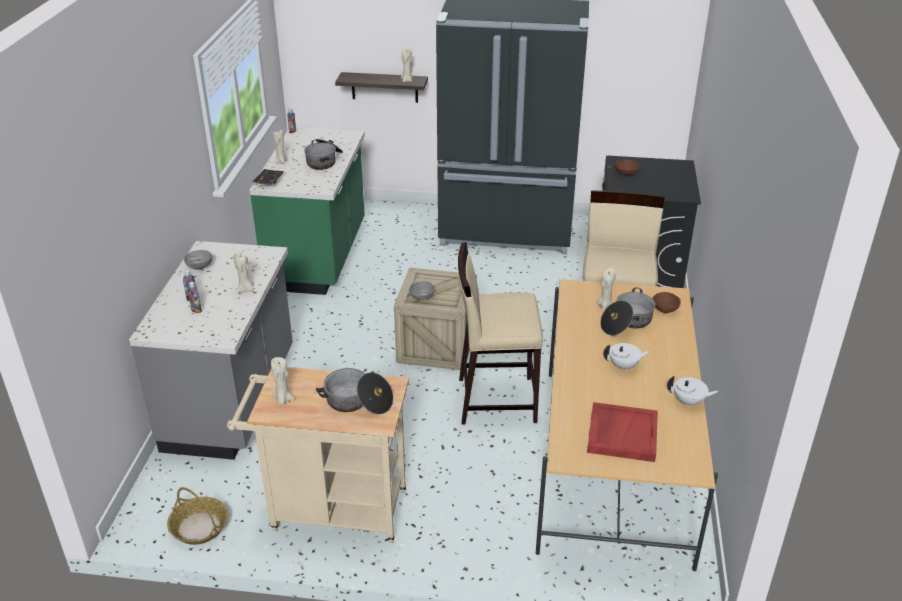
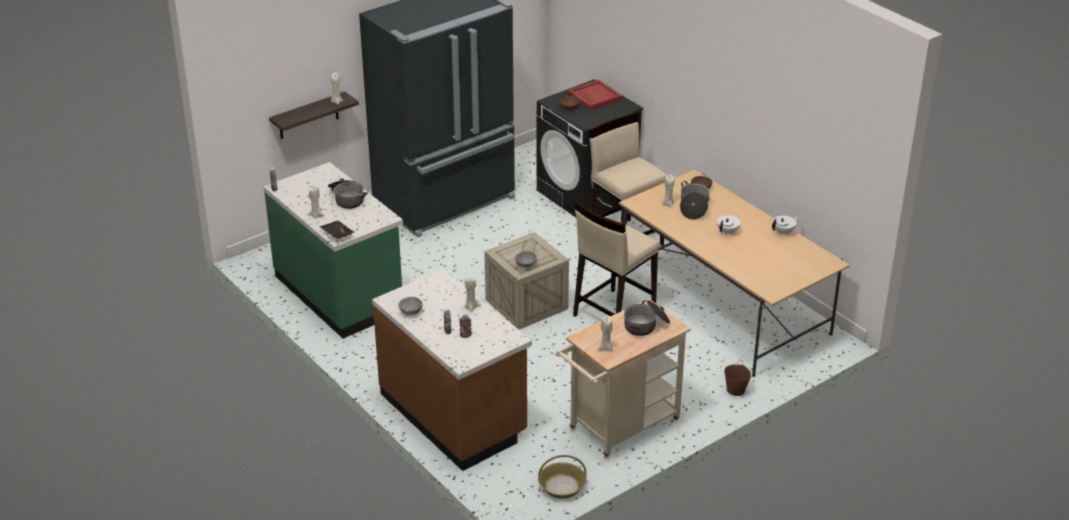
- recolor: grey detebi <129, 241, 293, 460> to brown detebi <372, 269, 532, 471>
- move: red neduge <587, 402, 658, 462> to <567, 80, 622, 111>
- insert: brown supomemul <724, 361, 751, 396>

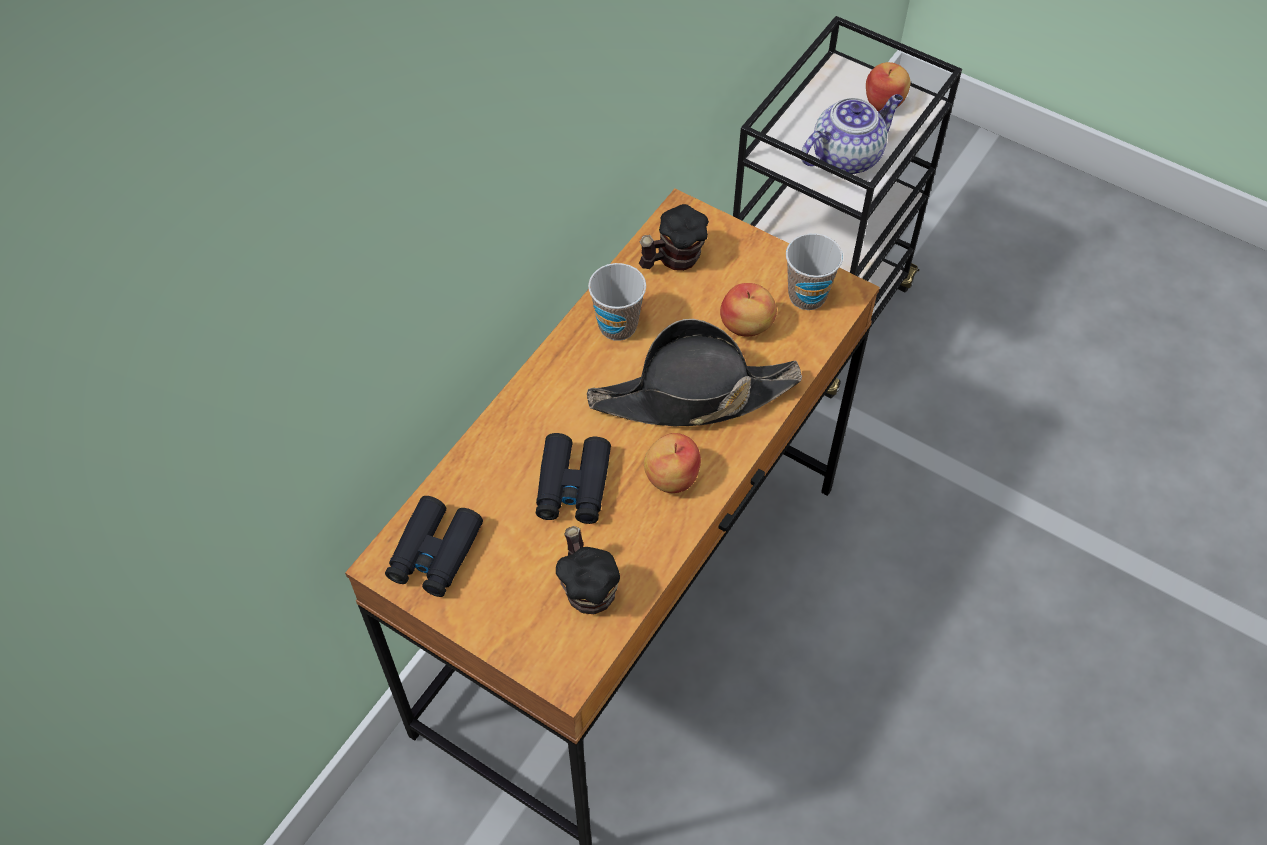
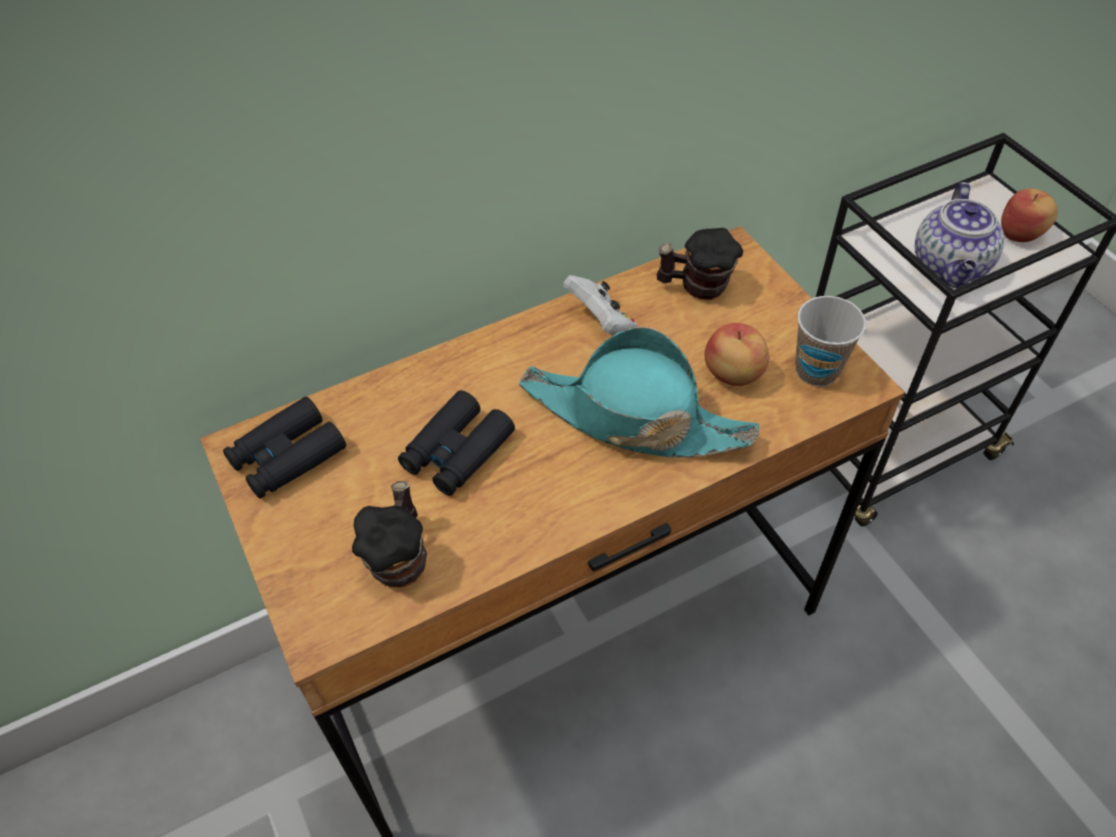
- rotate: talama <801, 94, 903, 174> = <915, 182, 1004, 288> 105 degrees clockwise
- replace: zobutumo <588, 263, 646, 340> to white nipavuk <563, 275, 637, 336>
- recolor: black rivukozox <587, 319, 802, 427> to turquoise rivukozox <519, 327, 760, 458>
- delete: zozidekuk <644, 433, 701, 493>

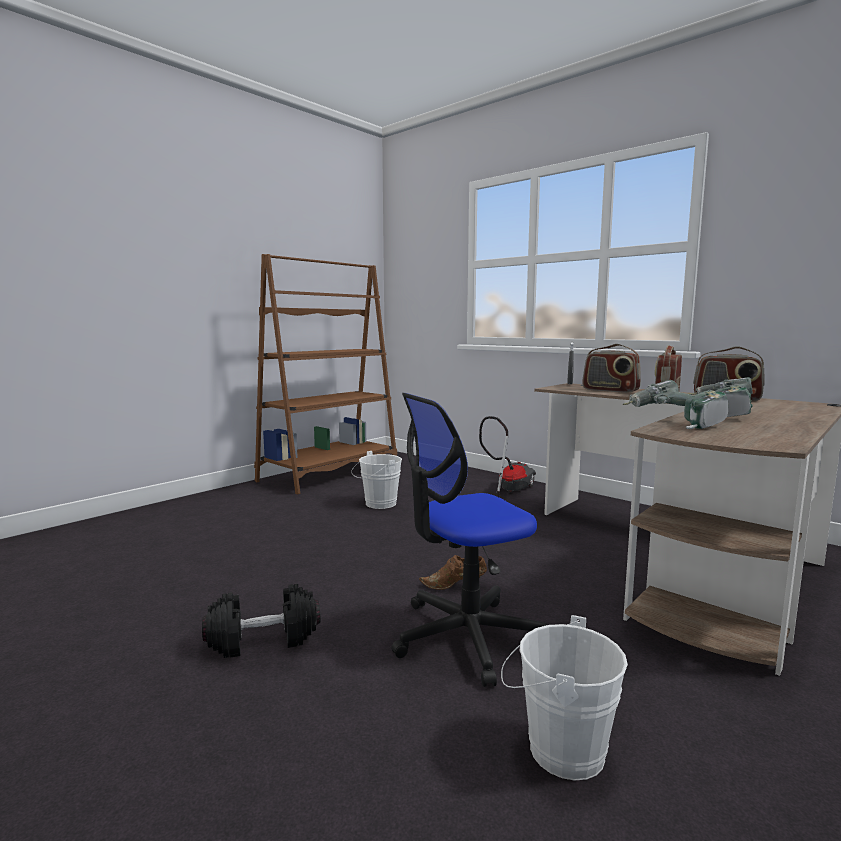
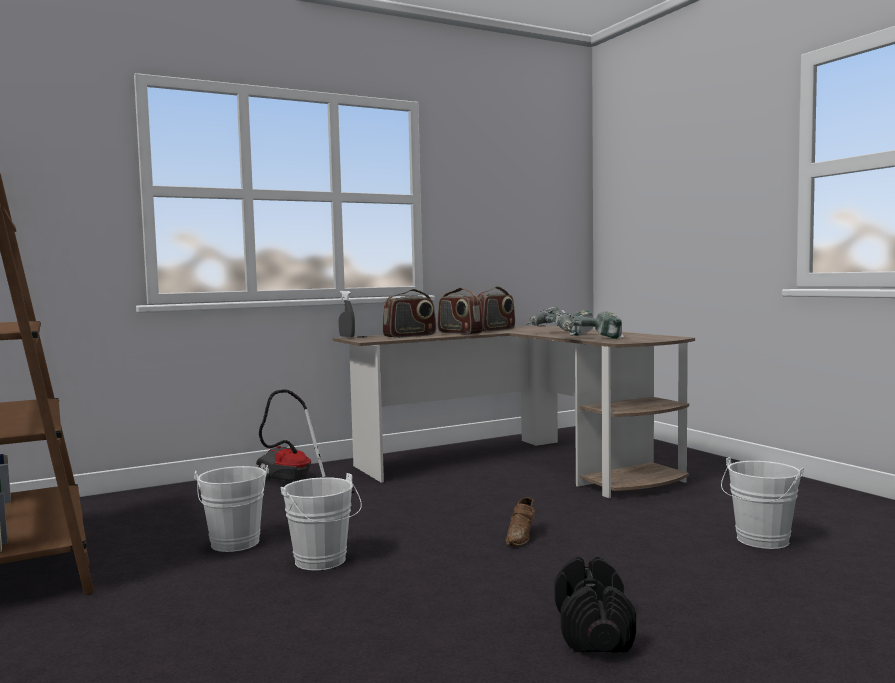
- delete: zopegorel <391, 393, 547, 687>
- insert: white supomemul <281, 473, 362, 571>

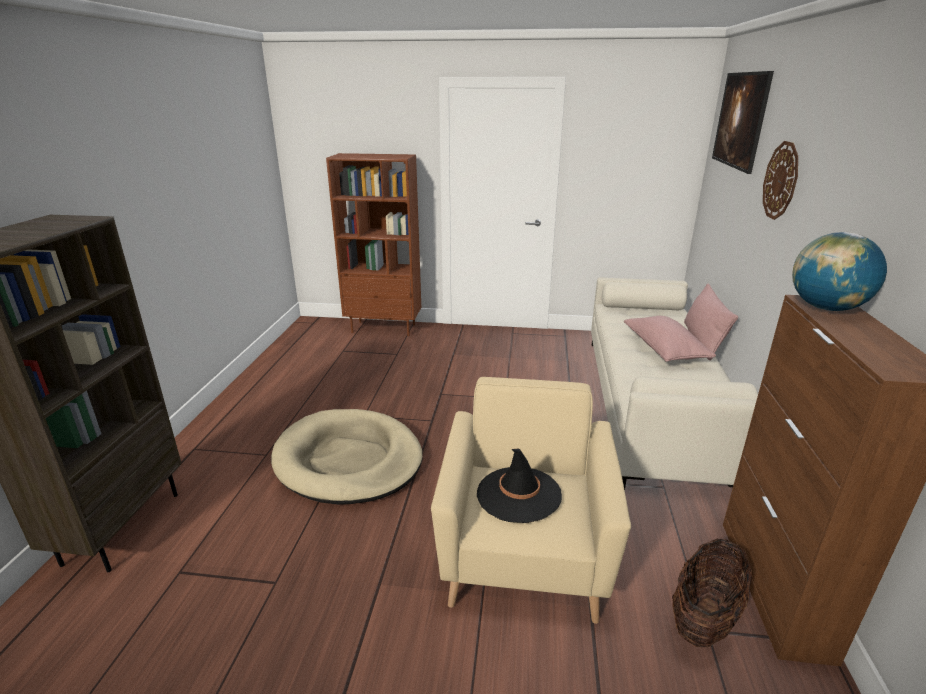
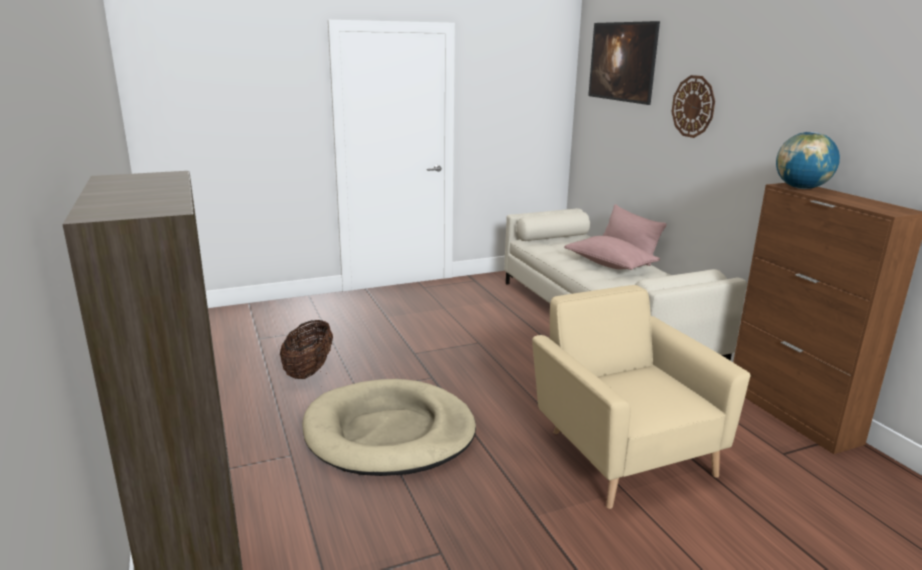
- delete: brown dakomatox <326, 153, 421, 336>
- delete: black rivukozox <477, 448, 562, 523>
- move: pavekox <672, 538, 753, 647> to <280, 320, 333, 379>

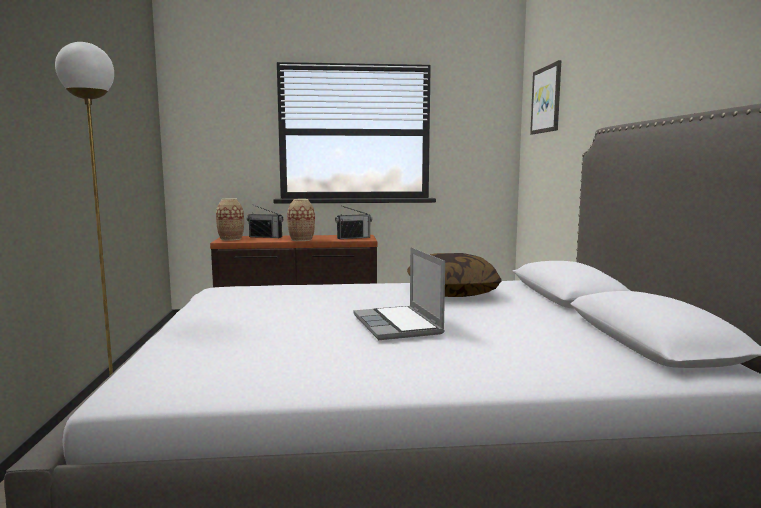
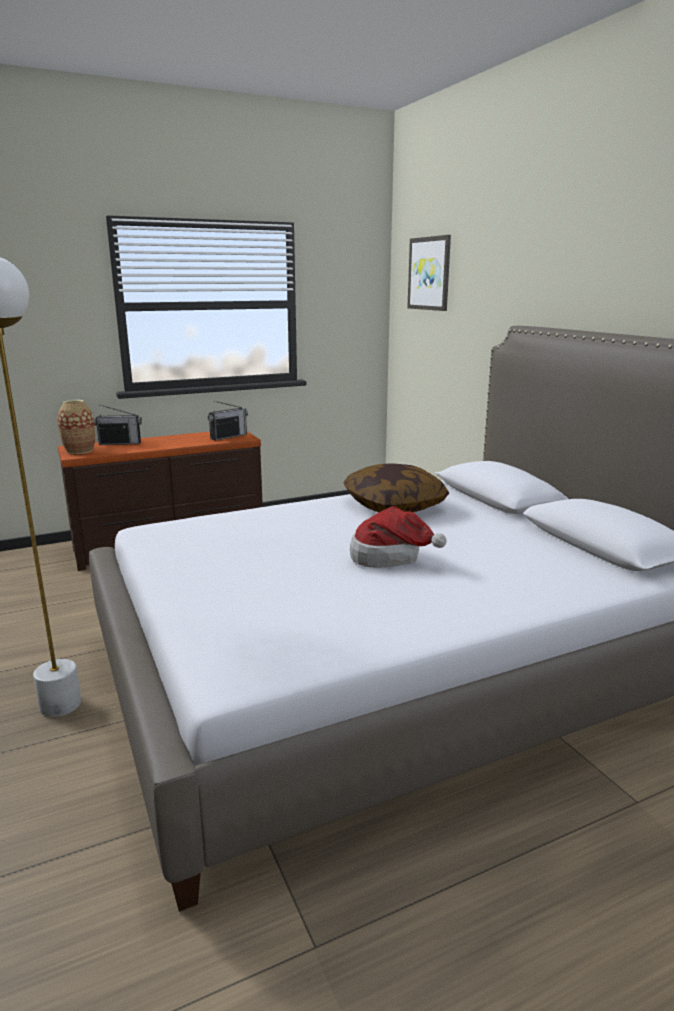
- delete: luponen <287, 199, 315, 241>
- replace: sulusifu <353, 247, 445, 340> to rivukozox <350, 506, 447, 568>

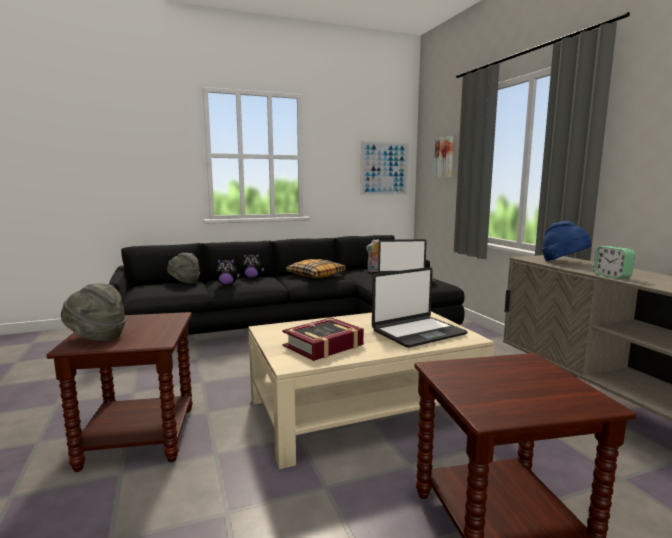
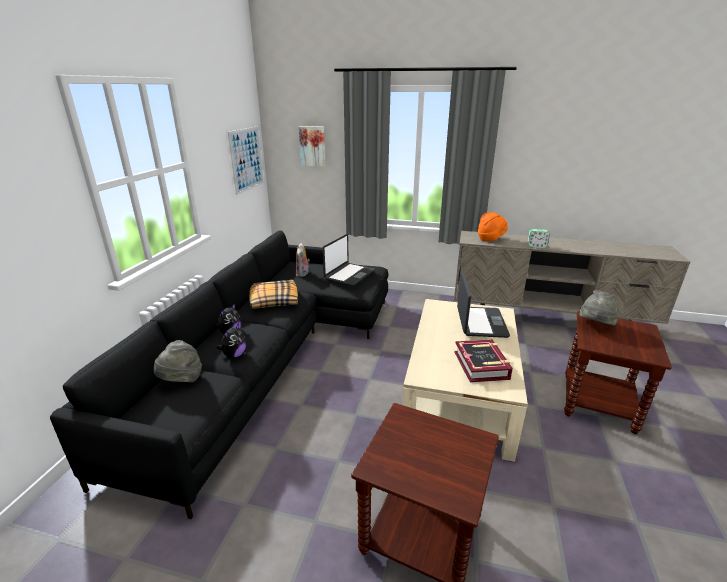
- recolor: blue rivukozox <542, 221, 591, 261> to orange rivukozox <478, 212, 508, 241>
- move: grey rivukozox <61, 283, 126, 341> to <580, 290, 619, 326>

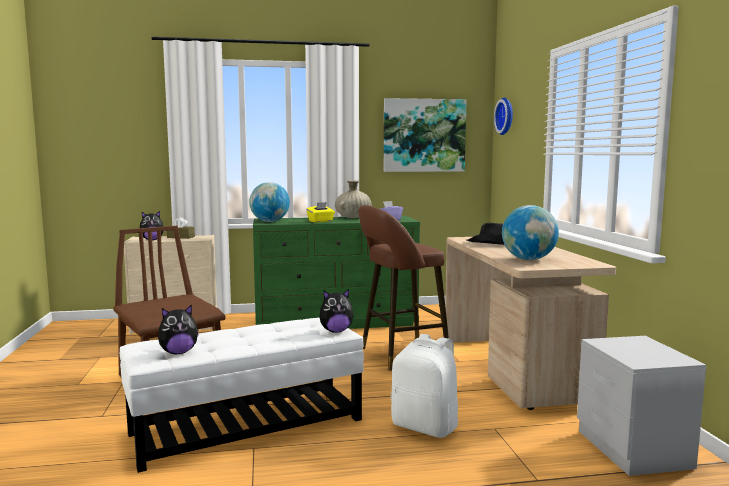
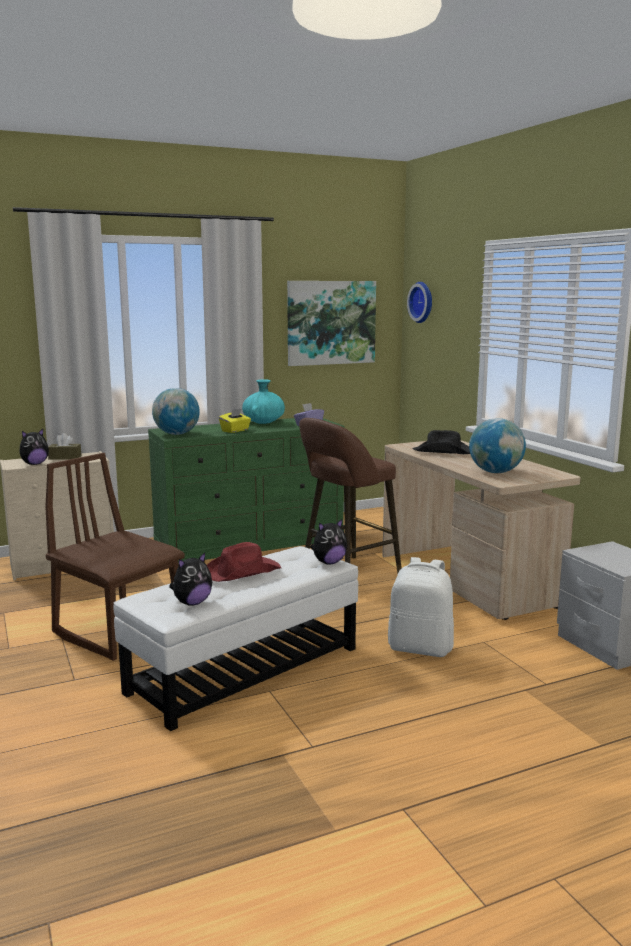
- recolor: beige luponen <335, 180, 372, 218> to turquoise luponen <242, 379, 285, 424>
- insert: red rivukozox <207, 542, 281, 582>

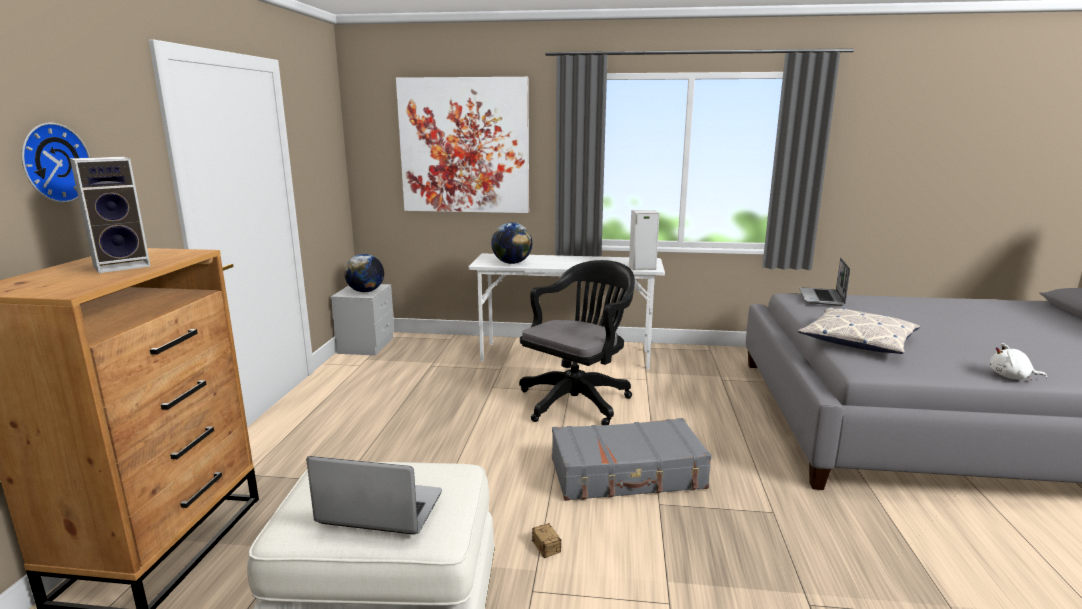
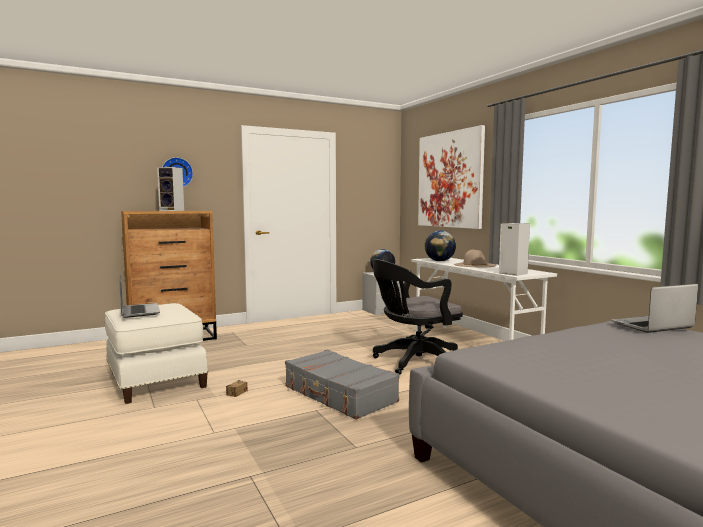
- rotate: black zopegorel <519, 260, 635, 425> = <372, 259, 463, 375> 150 degrees clockwise
- delete: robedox <798, 307, 921, 354>
- delete: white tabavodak <990, 343, 1047, 380>
- insert: beige rivukozox <454, 250, 497, 268>

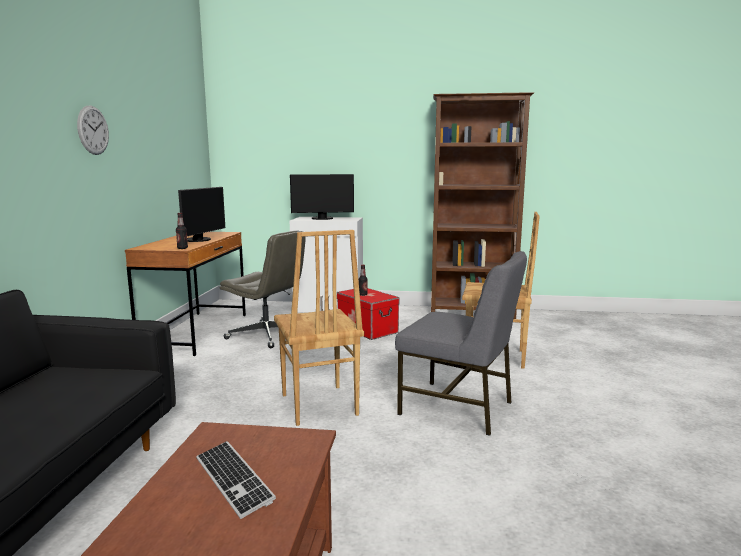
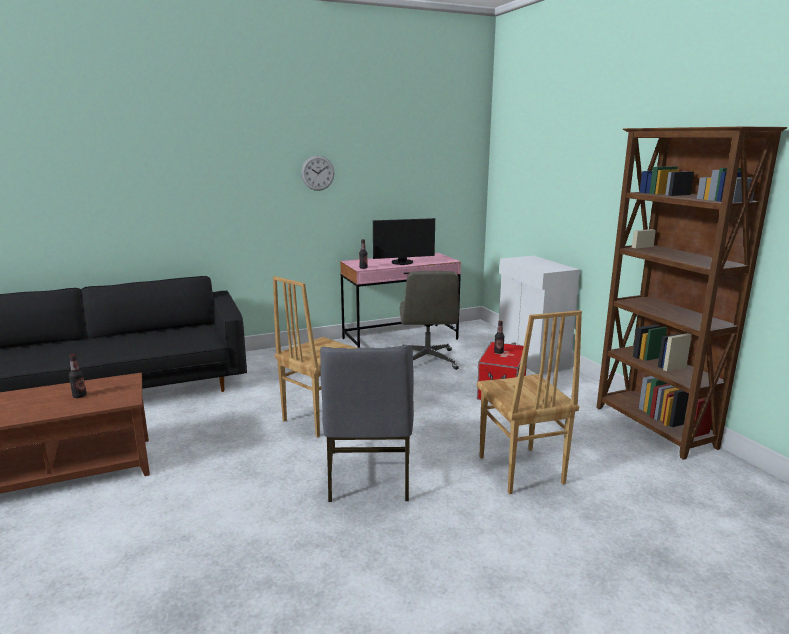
- delete: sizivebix <290, 174, 354, 220>
- recolor: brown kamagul <125, 232, 246, 356> to pink kamagul <340, 253, 461, 348>
- replace: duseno <196, 441, 276, 519> to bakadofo <69, 354, 87, 398>

